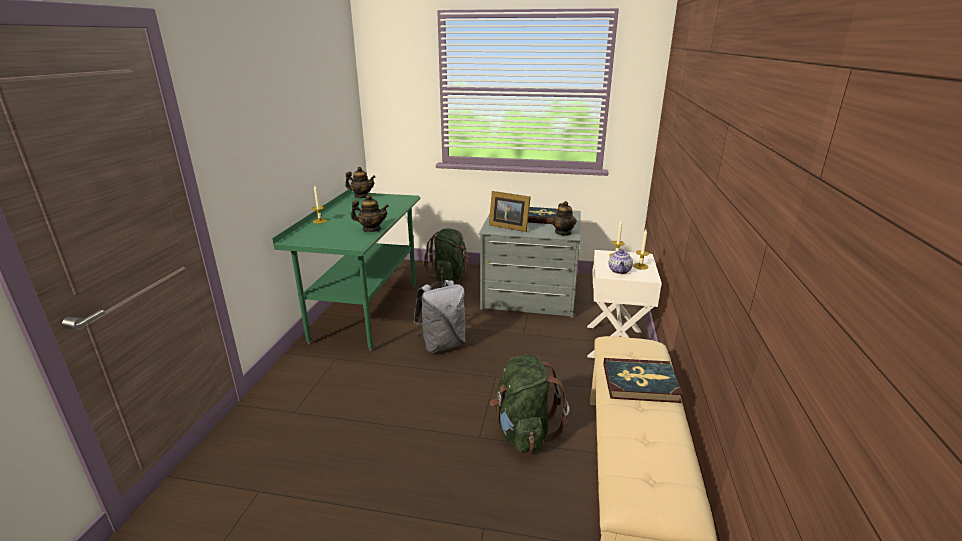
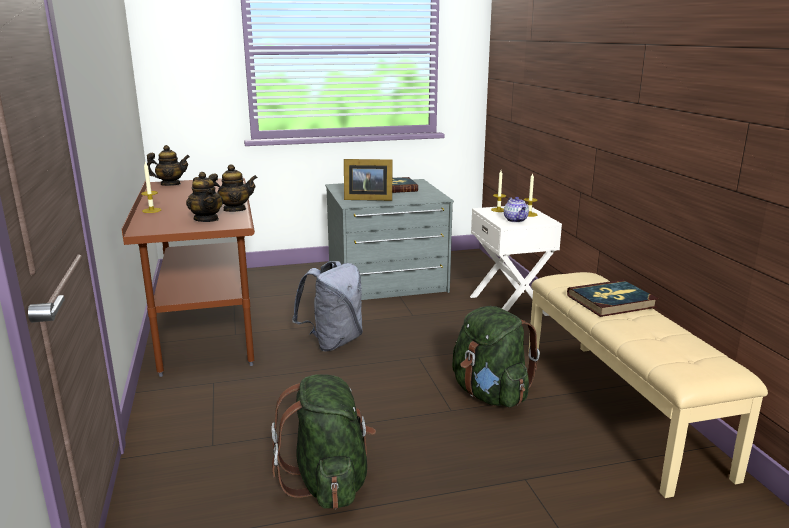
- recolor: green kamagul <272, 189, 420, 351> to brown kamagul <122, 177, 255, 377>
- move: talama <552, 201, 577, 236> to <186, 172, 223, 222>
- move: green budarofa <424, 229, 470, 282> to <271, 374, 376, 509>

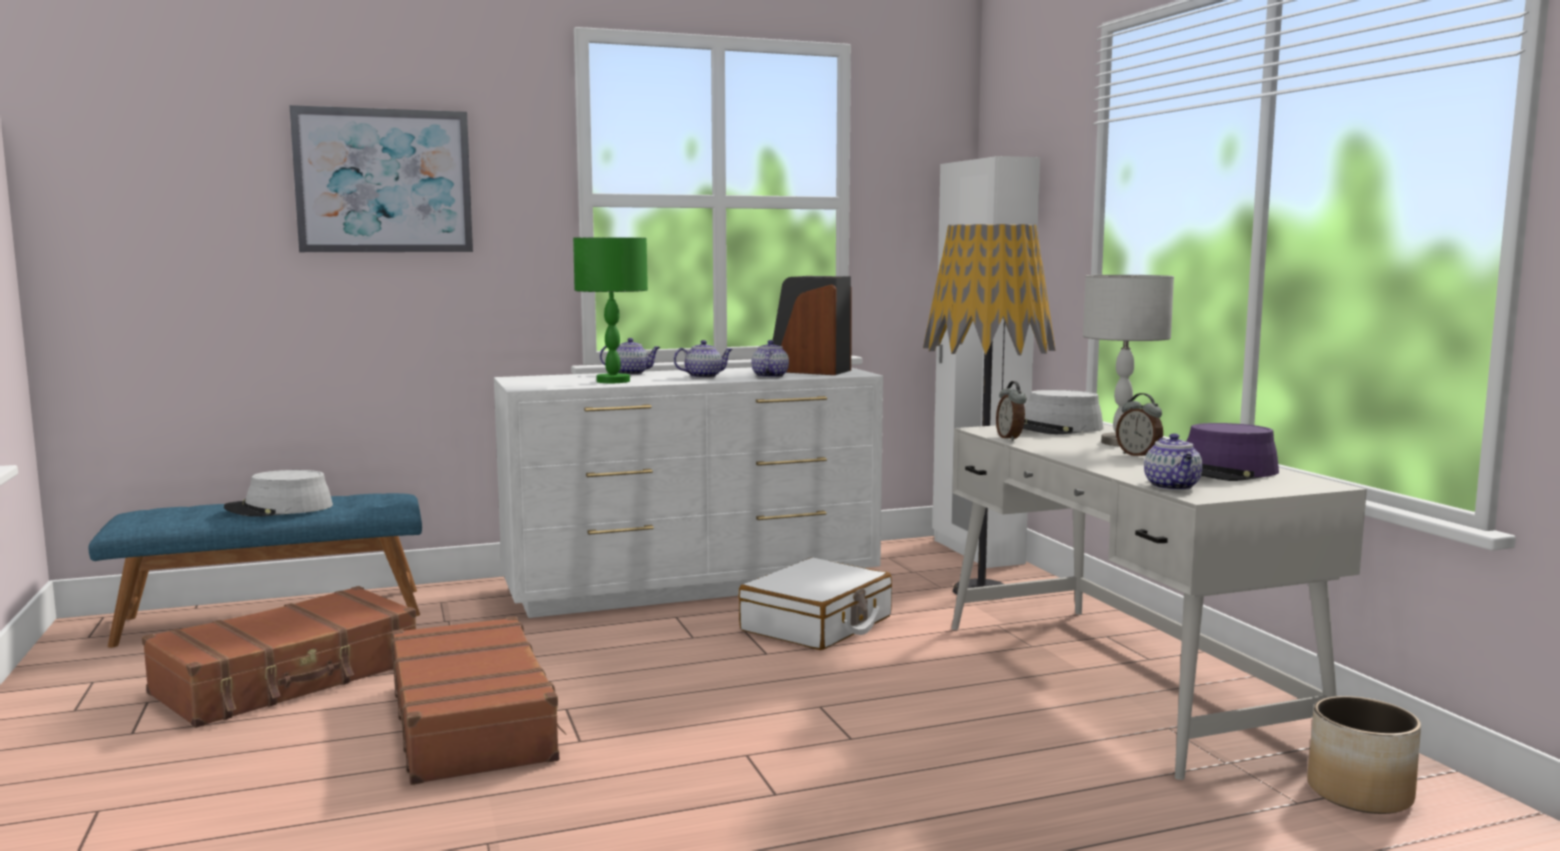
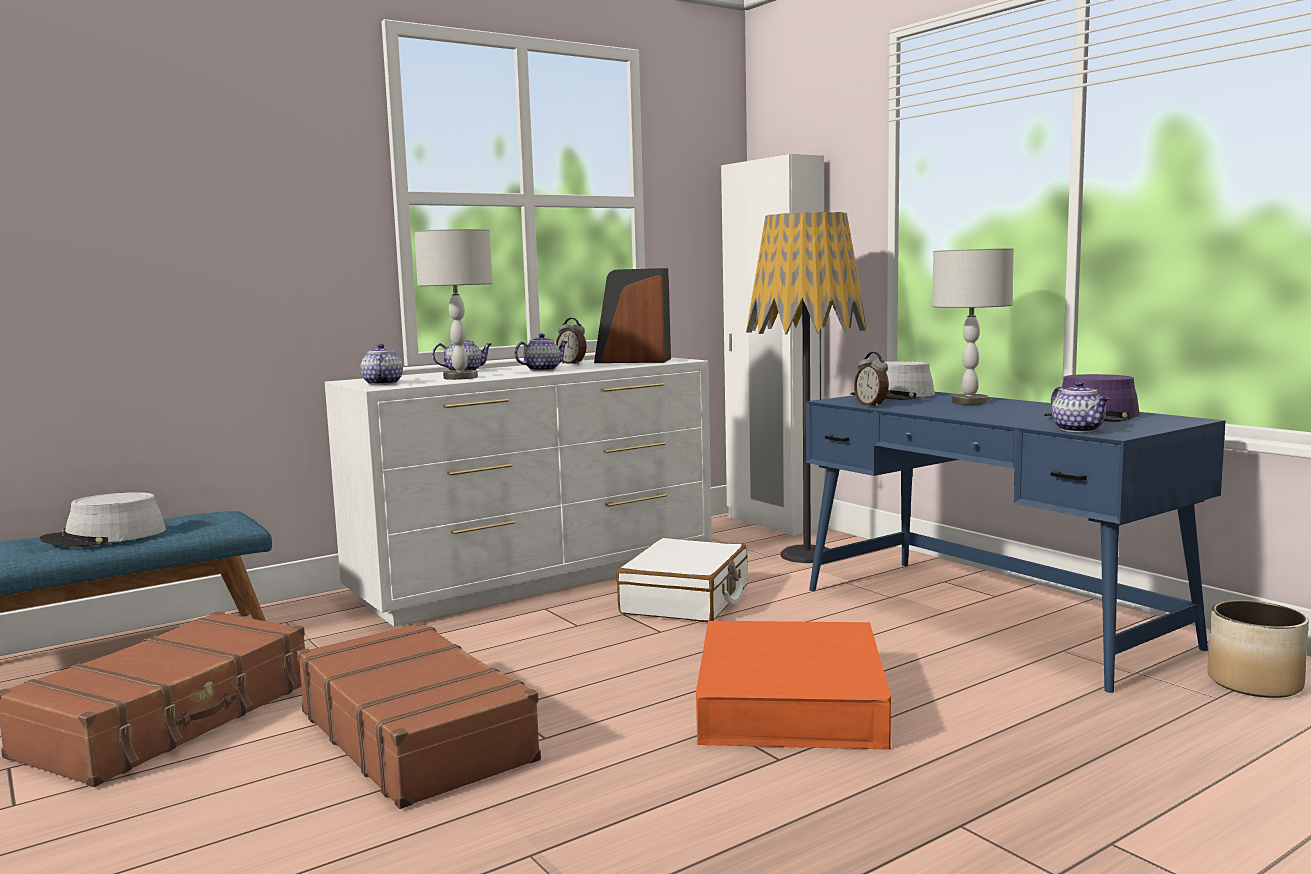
- delete: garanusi <289, 105, 473, 252>
- recolor: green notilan <573, 237, 648, 383> to grey notilan <414, 229, 493, 380>
- move: talama <751, 340, 789, 378> to <360, 344, 403, 385>
- move: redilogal <1116, 393, 1163, 456> to <556, 318, 587, 364>
- recolor: white kamagul <951, 424, 1367, 780> to blue kamagul <806, 392, 1226, 693>
- insert: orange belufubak <696, 621, 891, 750>

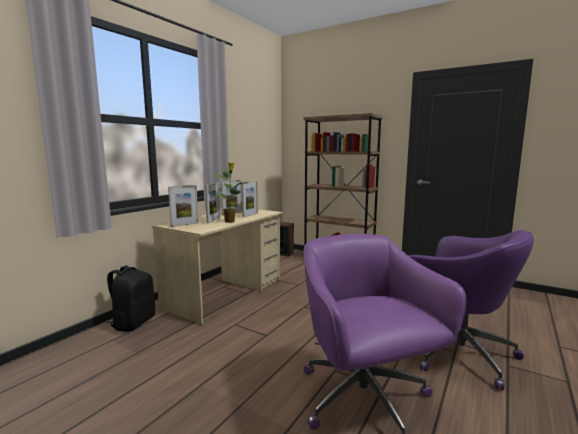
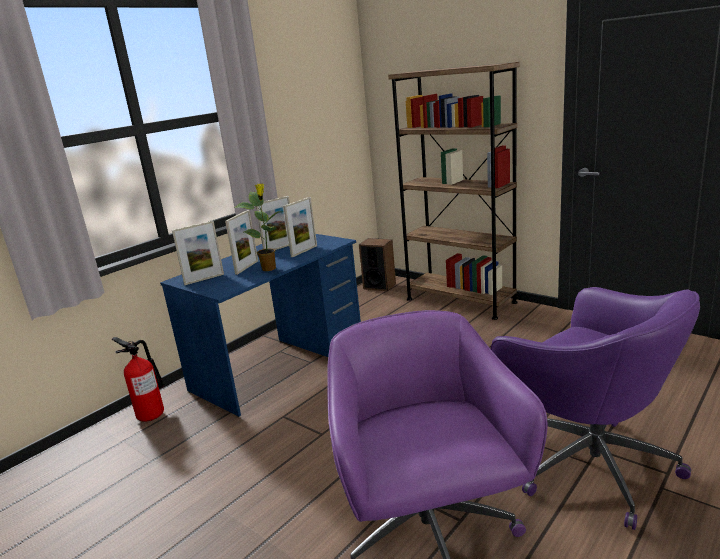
- recolor: beige kamagul <152, 209, 283, 325> to blue kamagul <160, 234, 361, 417>
- replace: black budarofa <107, 265, 155, 332> to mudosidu <112, 337, 164, 422>

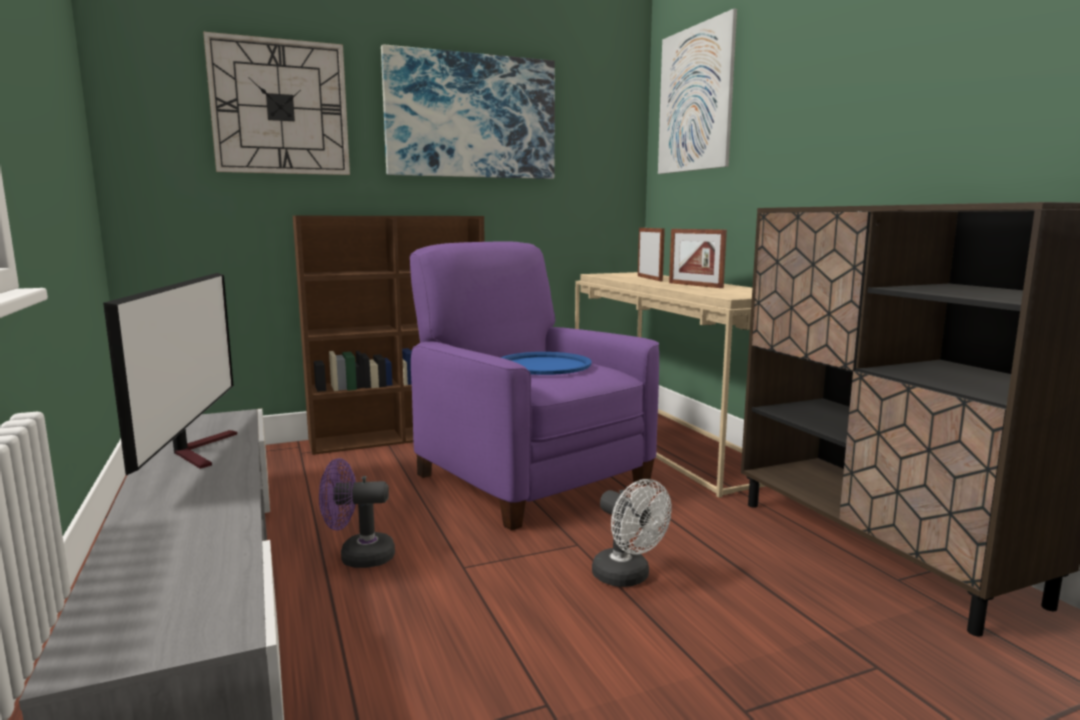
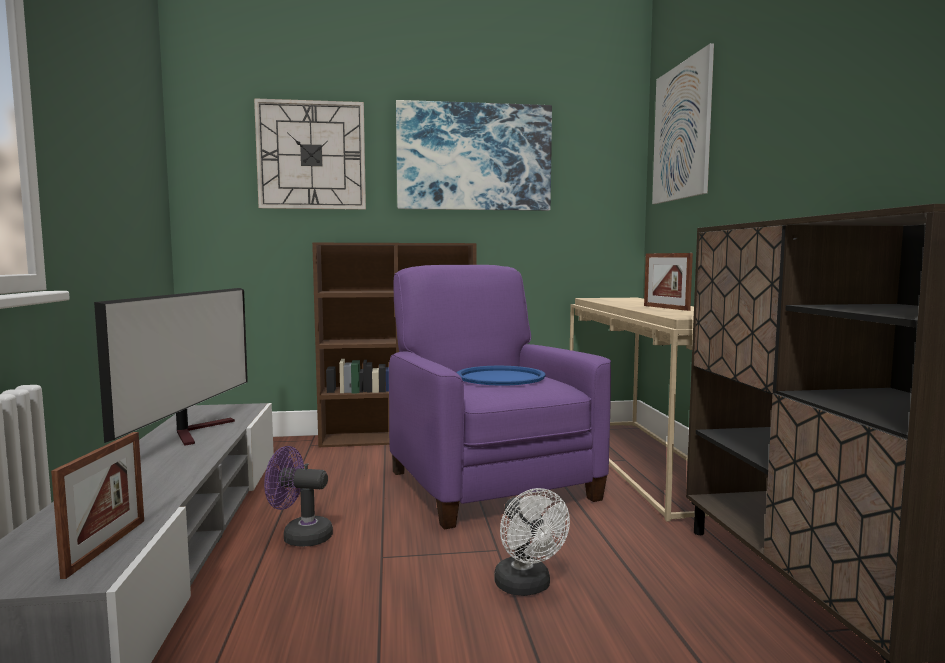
- move: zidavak <638, 228, 665, 281> to <51, 432, 144, 579>

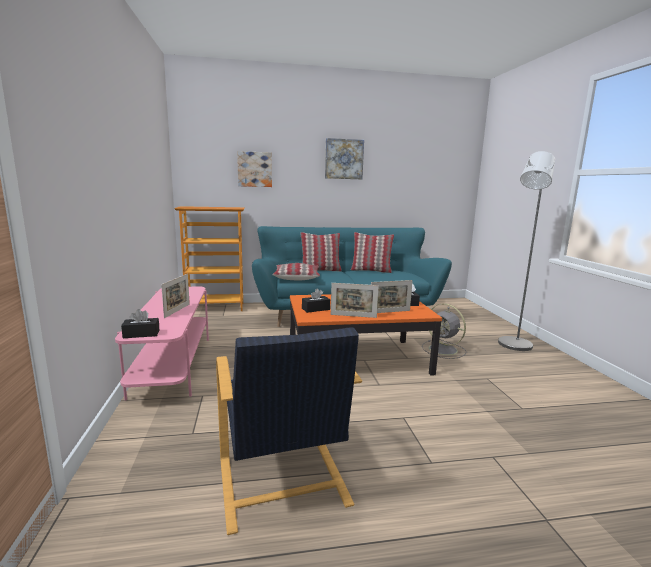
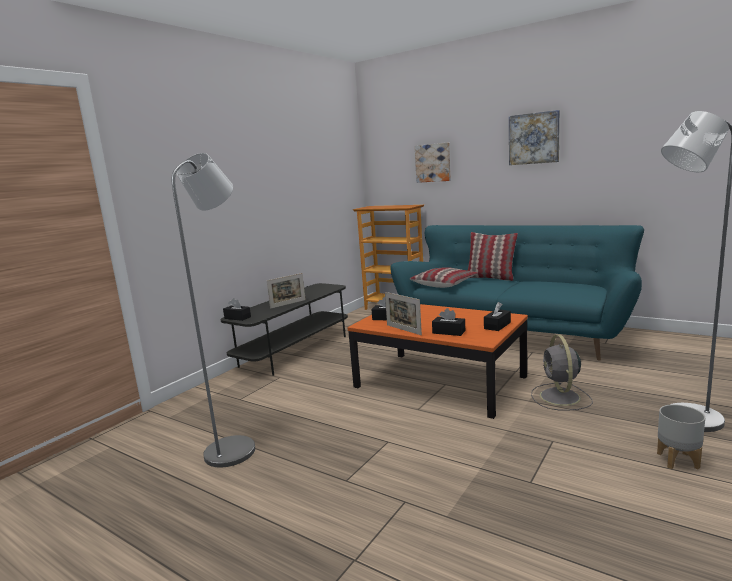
- delete: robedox <351, 232, 394, 273>
- replace: zidavak <371, 280, 413, 313> to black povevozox <432, 308, 465, 336>
- recolor: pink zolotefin <115, 287, 209, 401> to grey zolotefin <221, 283, 348, 376>
- replace: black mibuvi <216, 327, 362, 535> to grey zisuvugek <172, 153, 255, 468>
- insert: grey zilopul <657, 404, 705, 470>

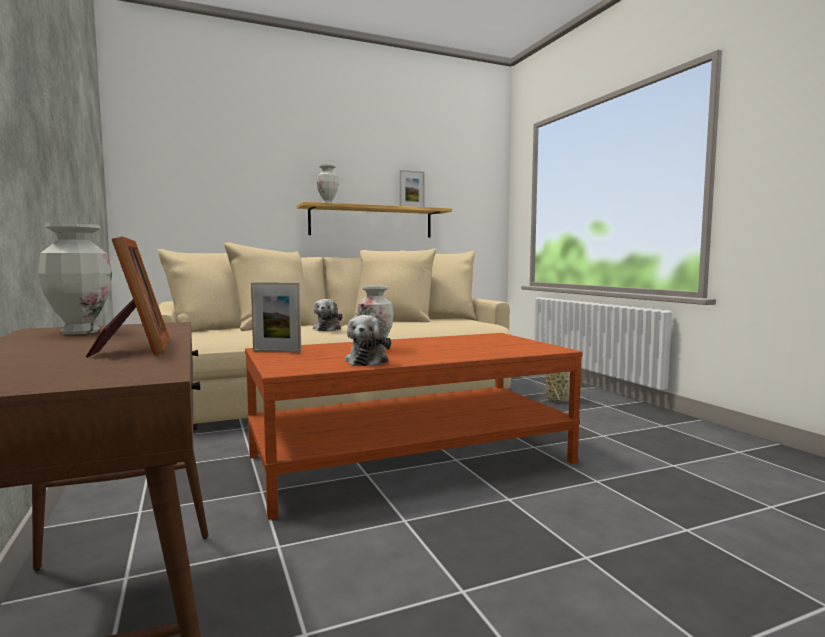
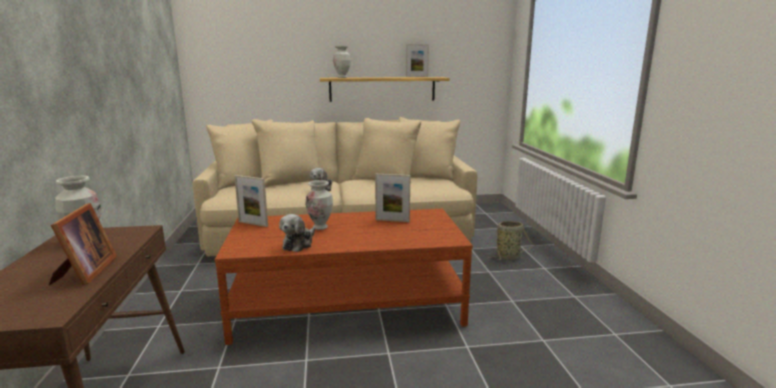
- insert: zidavak <375, 174, 410, 222>

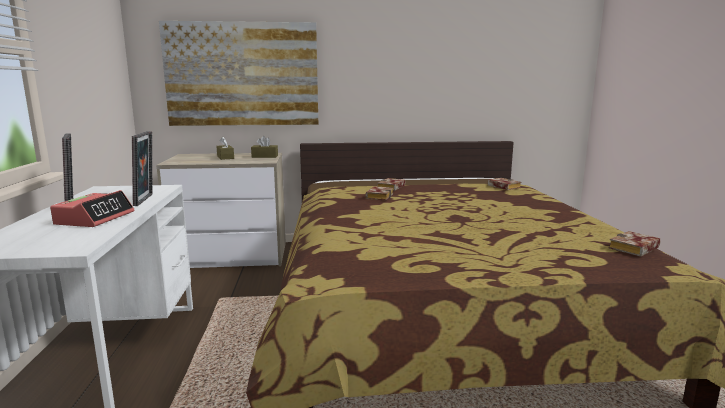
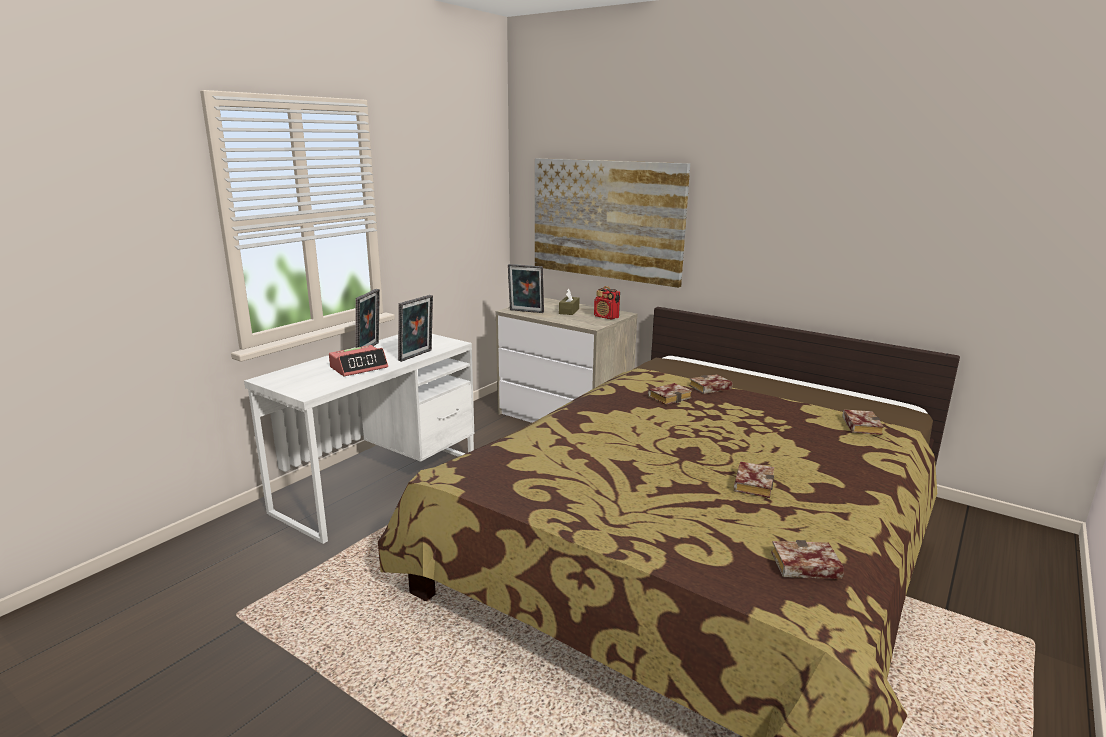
- replace: brown povevozox <251, 136, 278, 158> to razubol <594, 286, 620, 320>
- insert: zidavak <508, 264, 544, 313>
- insert: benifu <734, 461, 774, 498>

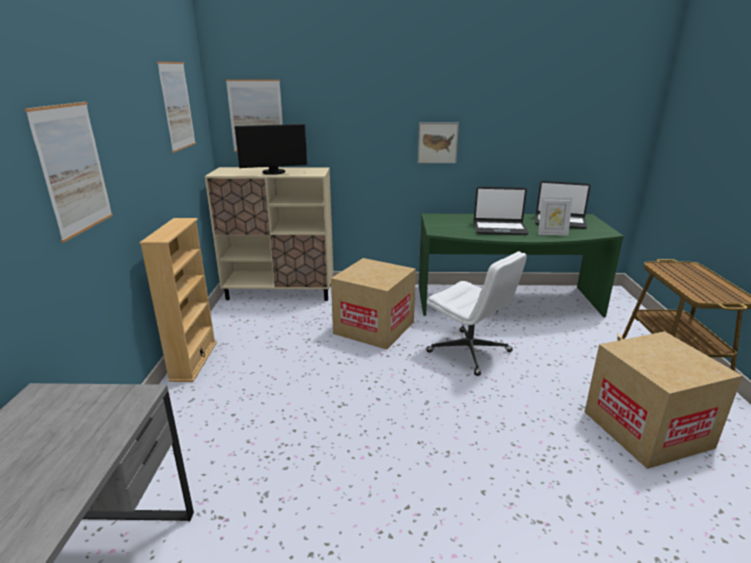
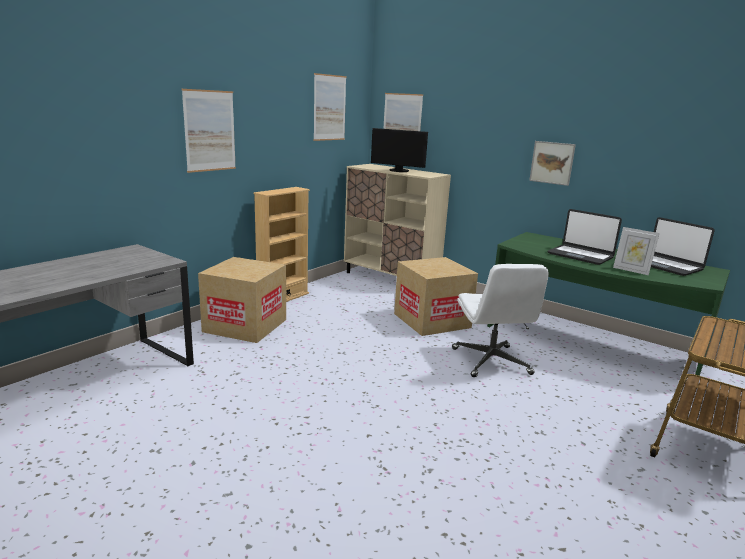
- move: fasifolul <585, 331, 742, 469> to <198, 257, 286, 343>

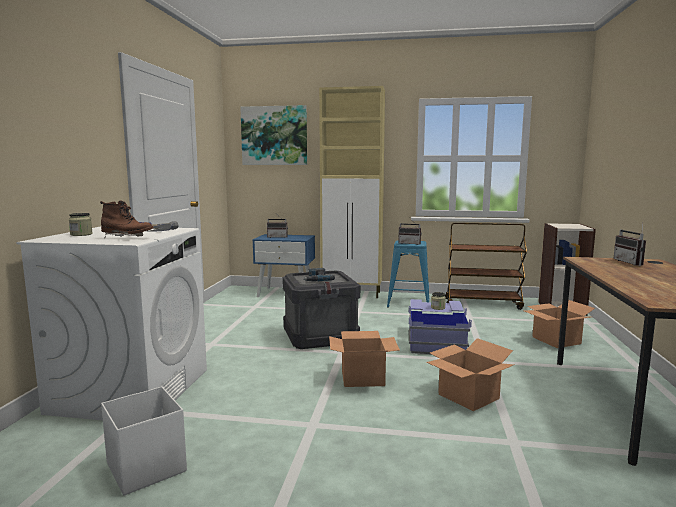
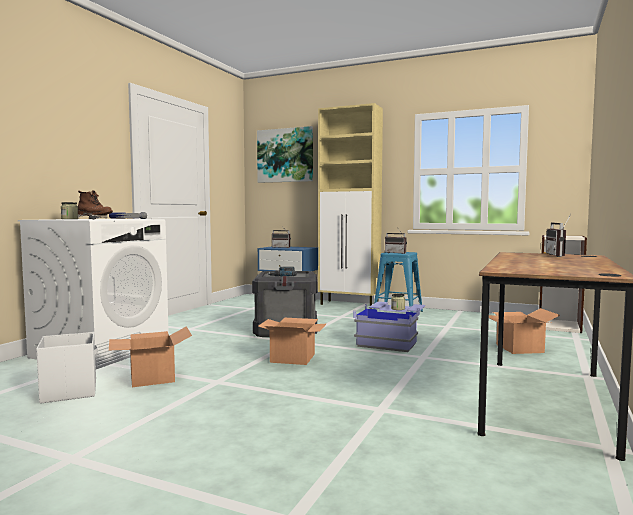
- delete: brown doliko <445, 223, 527, 310>
- move: fasifolul <426, 338, 514, 411> to <109, 326, 192, 387>

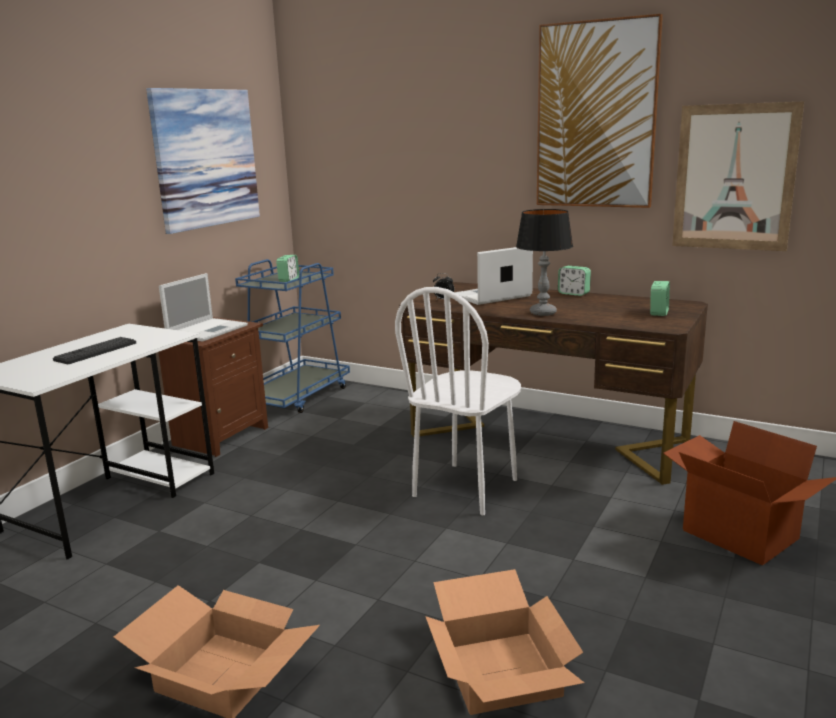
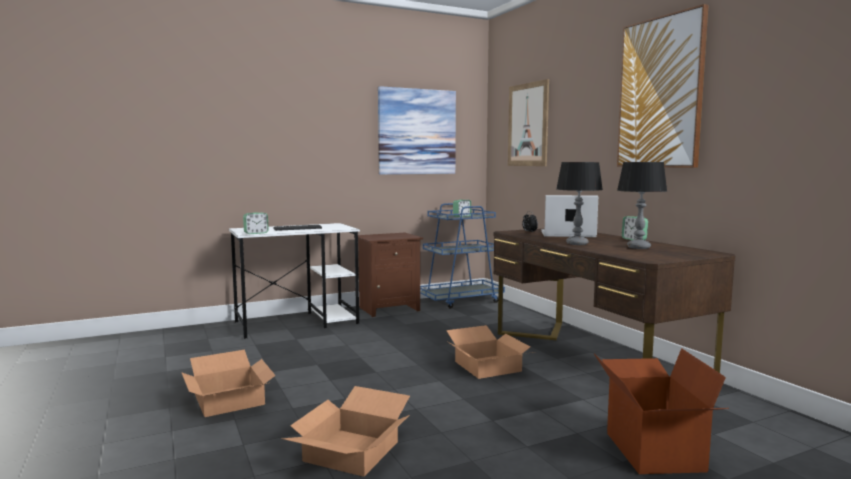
- move: garanusi <672, 101, 804, 251> to <508, 79, 549, 166>
- delete: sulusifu <159, 273, 248, 342>
- move: redilogal <650, 281, 670, 316> to <243, 213, 269, 234>
- replace: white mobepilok <395, 287, 521, 515> to fasifolul <446, 325, 533, 379>
- insert: notilan <617, 162, 667, 249>

